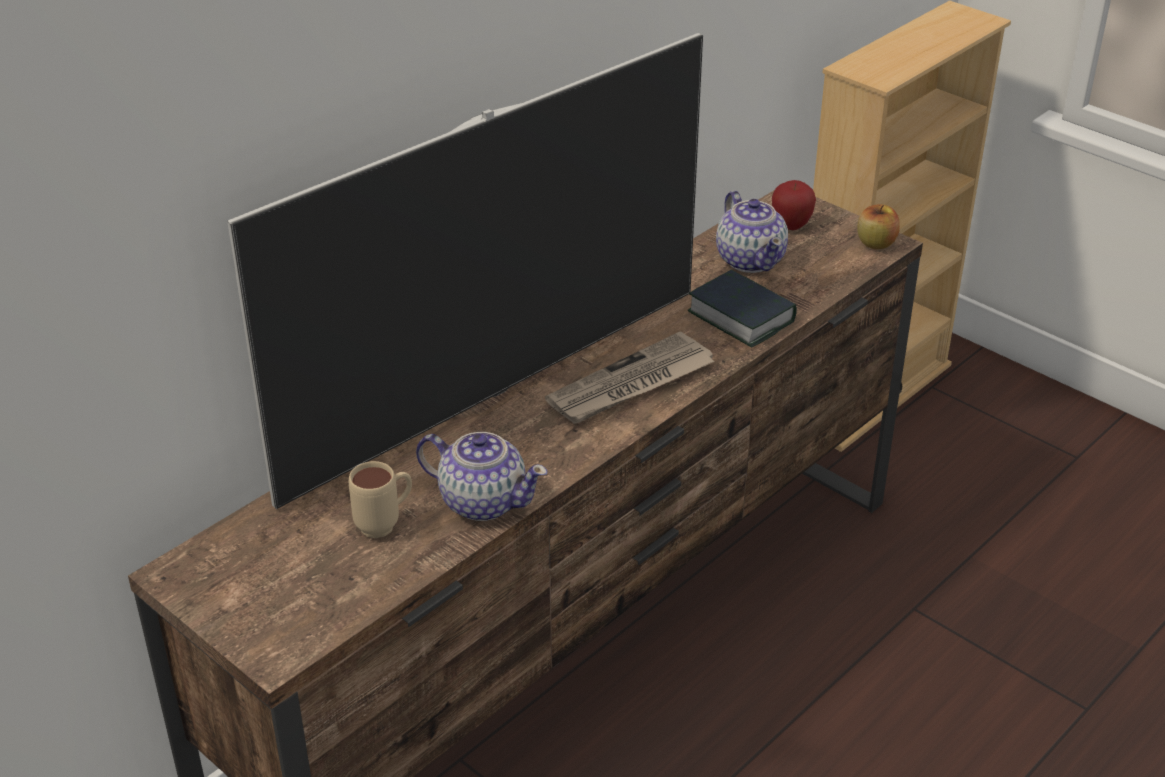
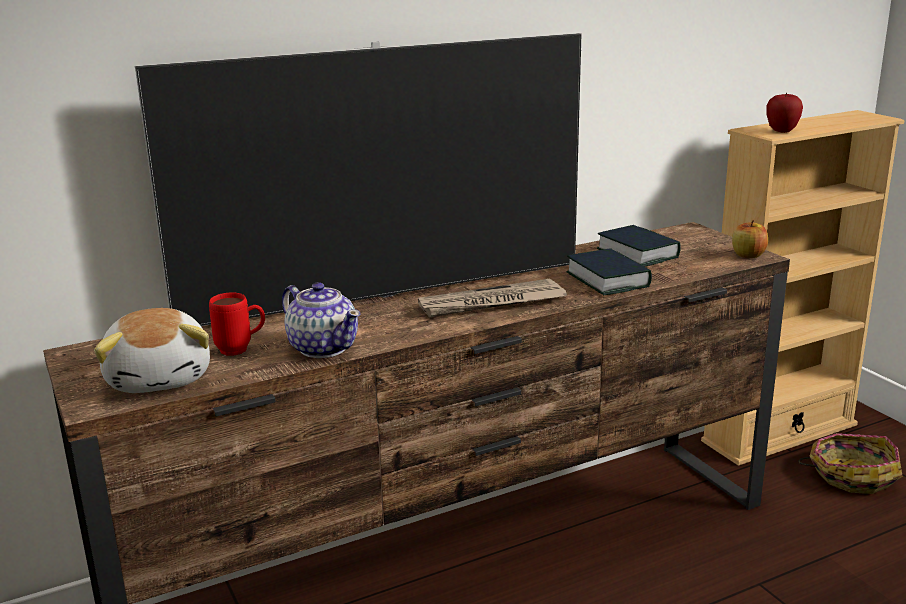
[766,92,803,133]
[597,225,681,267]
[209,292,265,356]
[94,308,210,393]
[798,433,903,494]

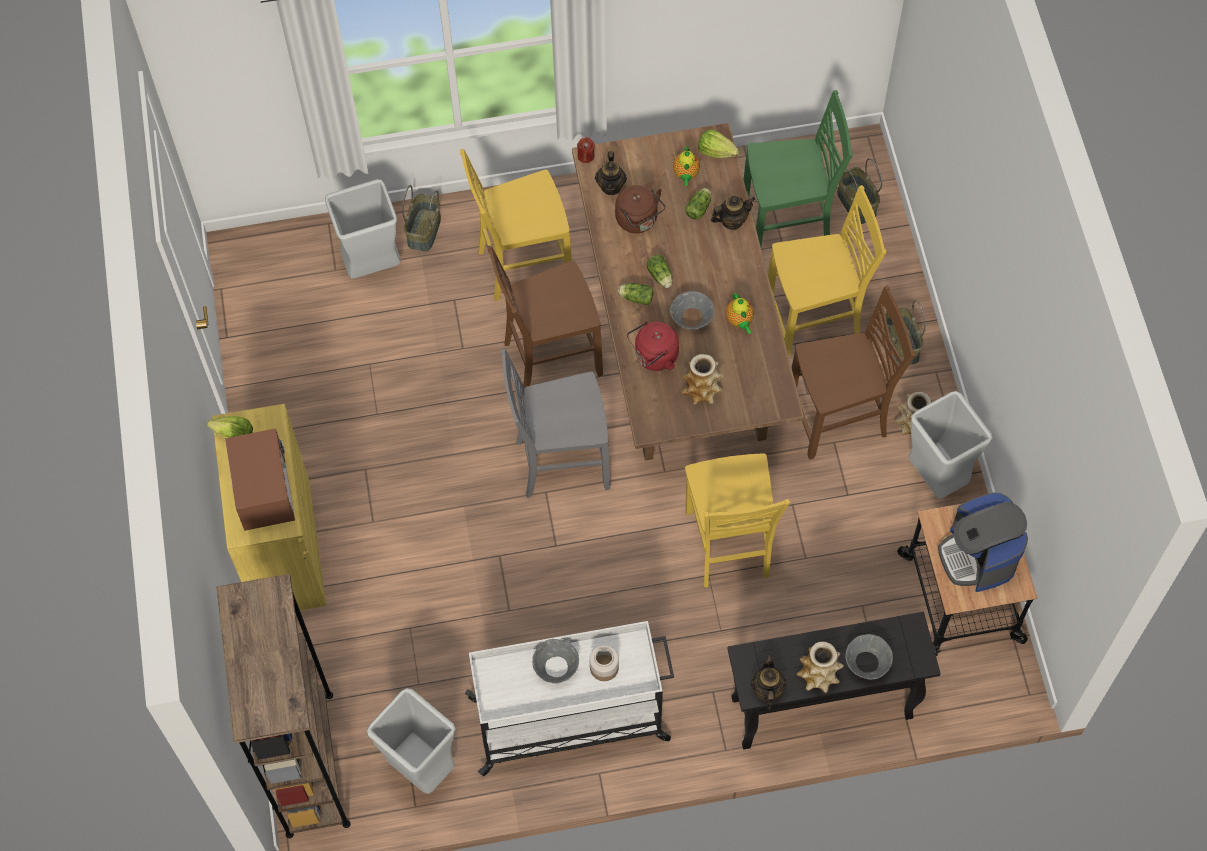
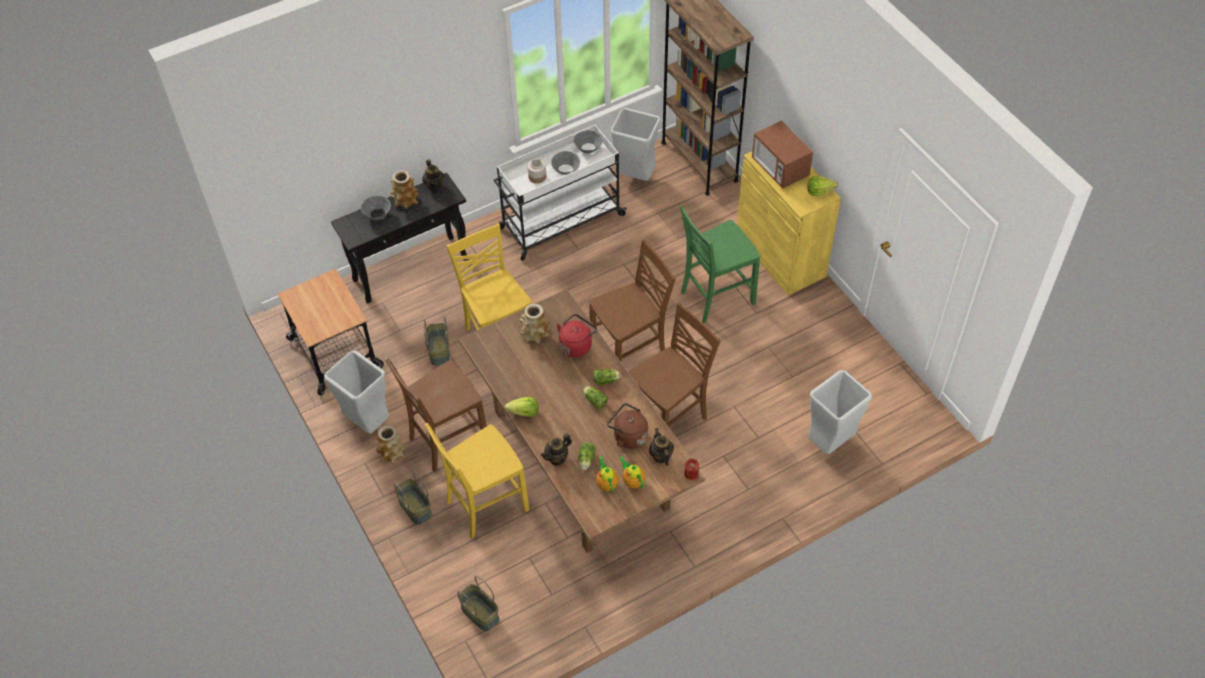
[680,205,760,323]
[505,397,539,417]
[460,149,572,301] (first image)
[423,317,450,365]
[574,130,603,154]
[619,456,645,488]
[589,240,676,362]
[938,492,1028,592] (first image)

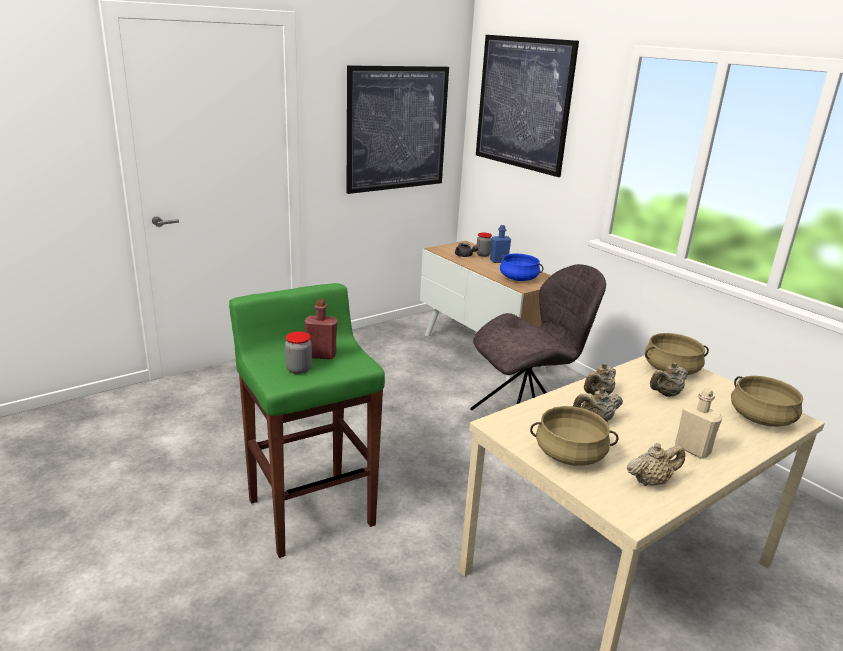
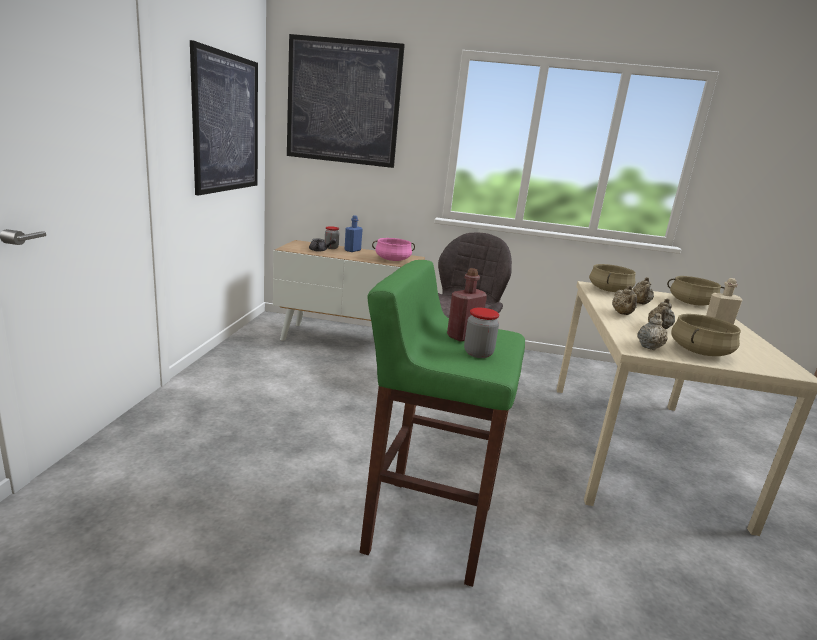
[372,238,415,261]
[637,313,668,350]

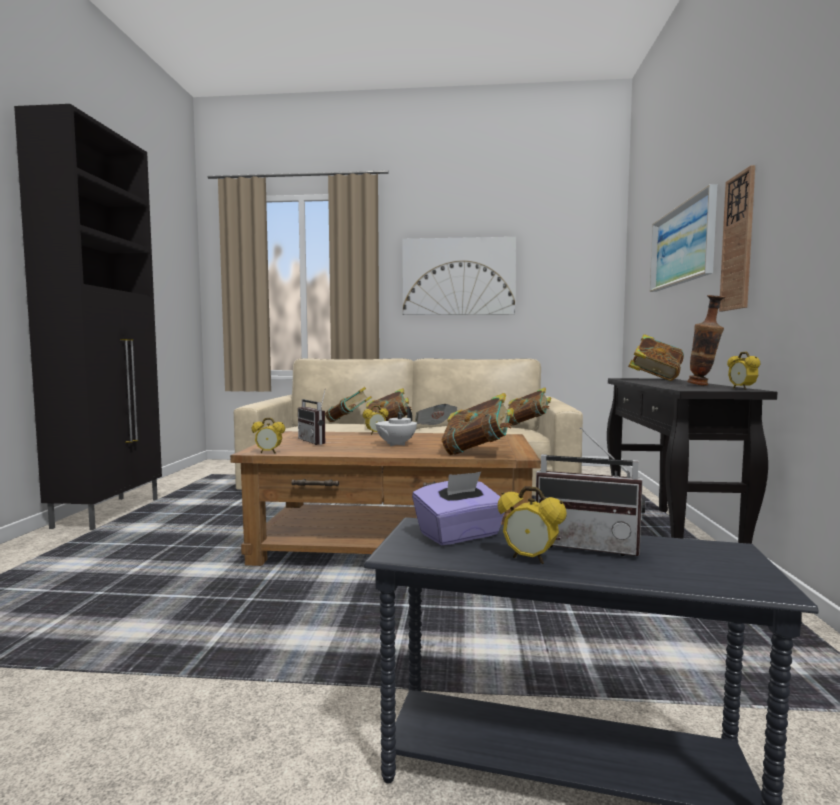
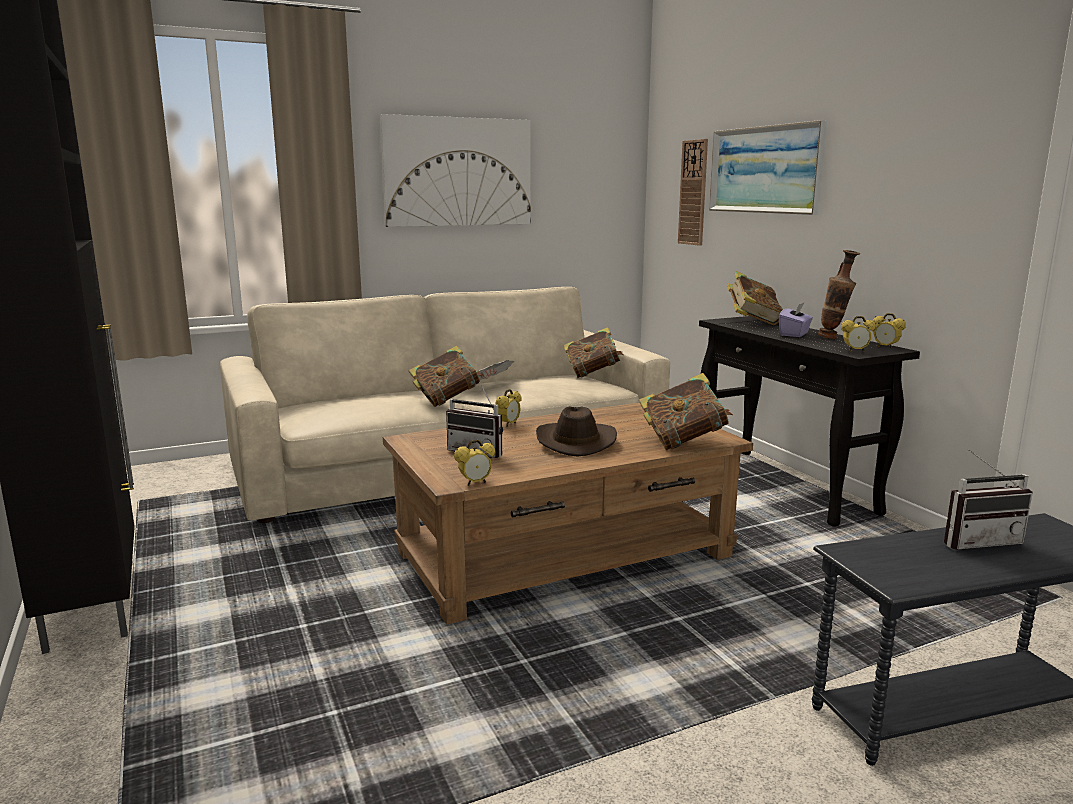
[678,139,708,246]
[325,387,372,422] (first image)
[536,407,617,457]
[779,302,813,337]
[841,316,876,352]

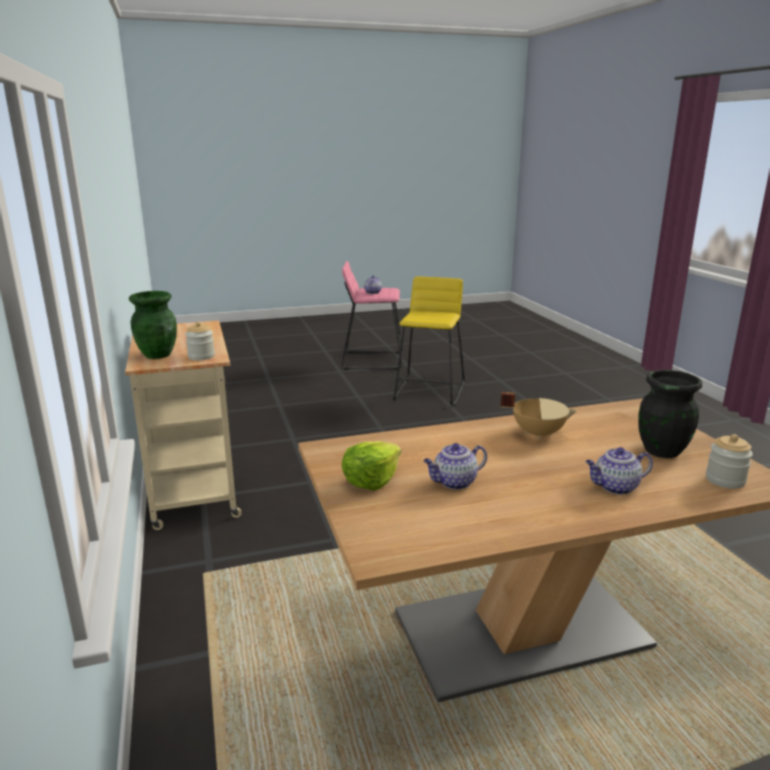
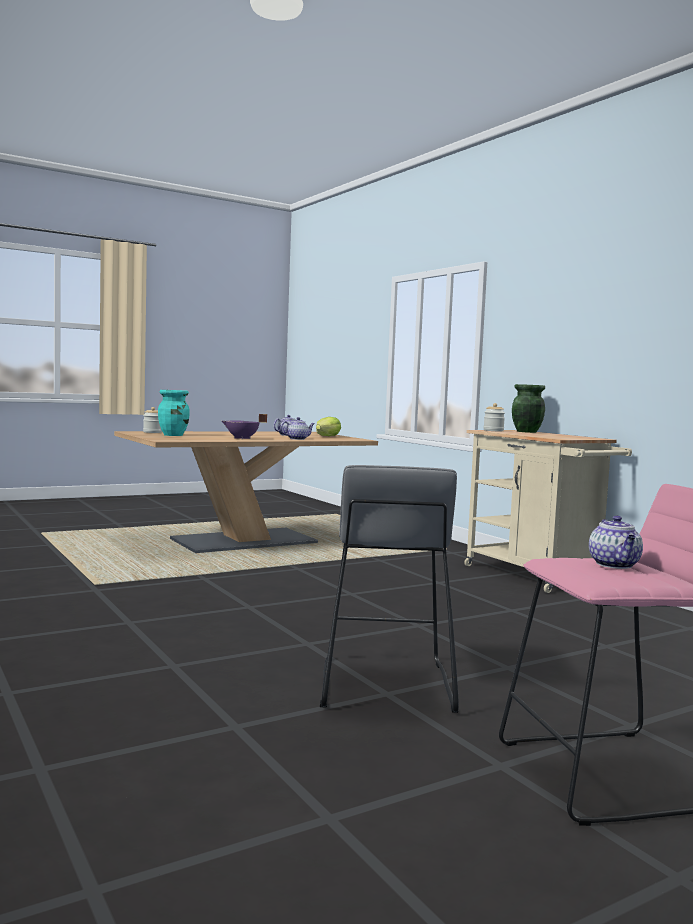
[320,465,459,713]
[158,390,190,436]
[222,414,267,439]
[280,417,315,440]

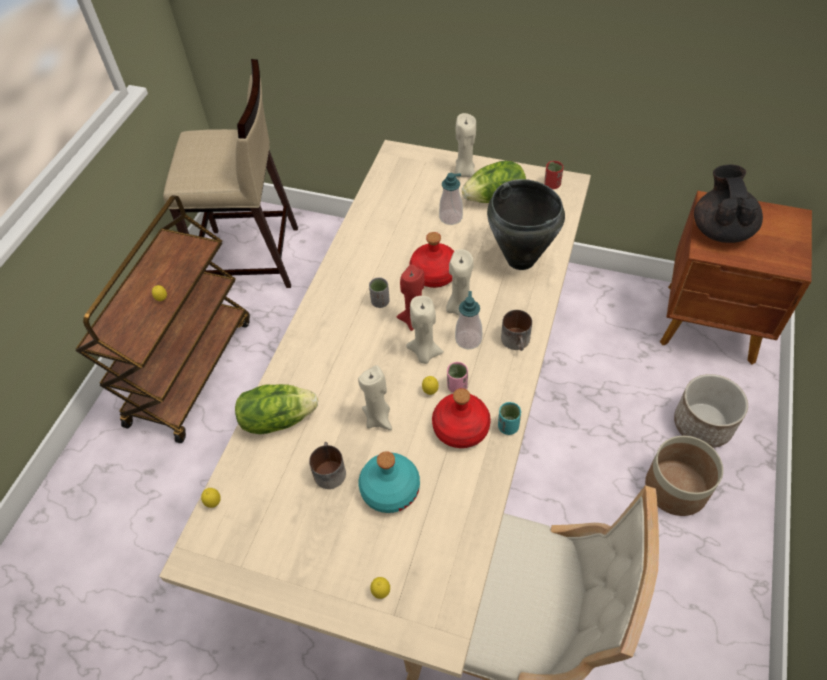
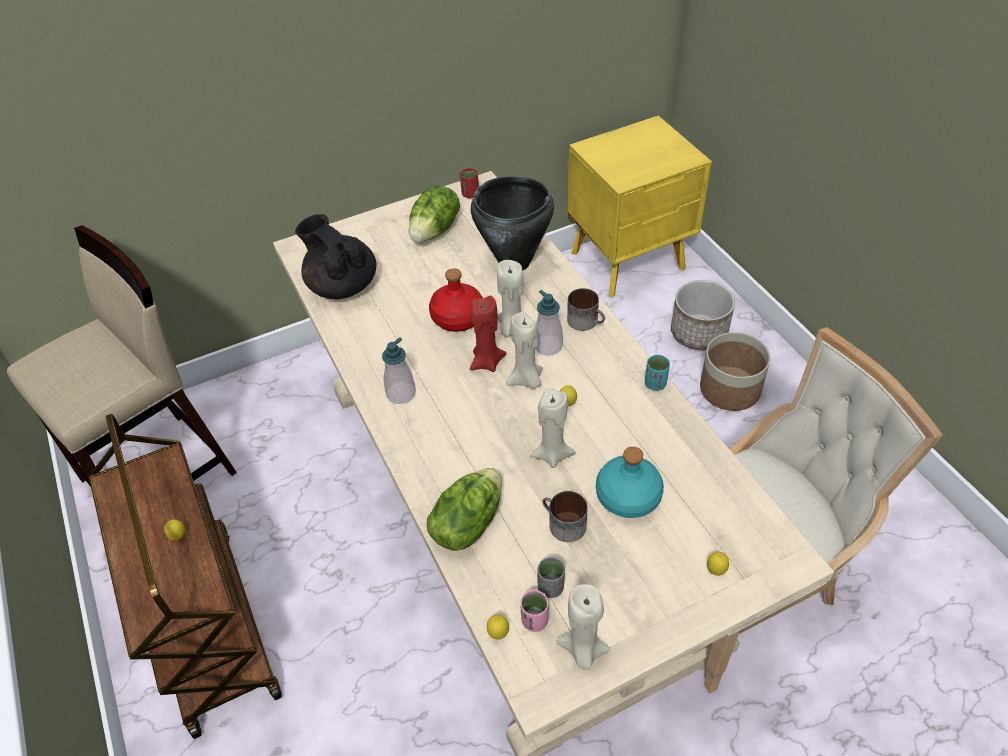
[557,584,610,670]
[295,214,377,299]
[382,337,416,404]
[568,116,712,298]
[538,557,565,598]
[520,590,549,632]
[432,388,491,448] (first image)

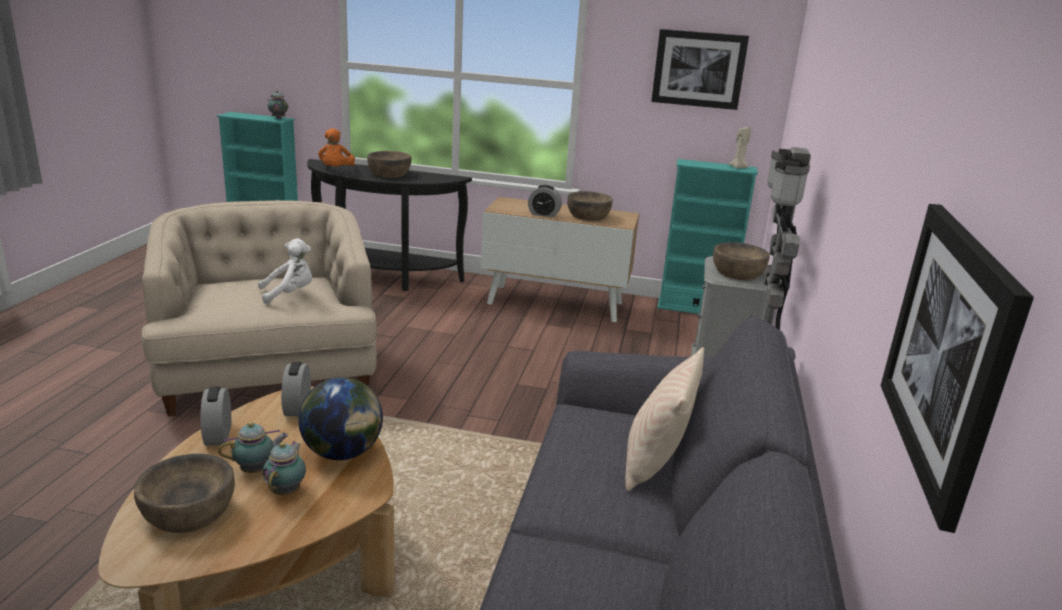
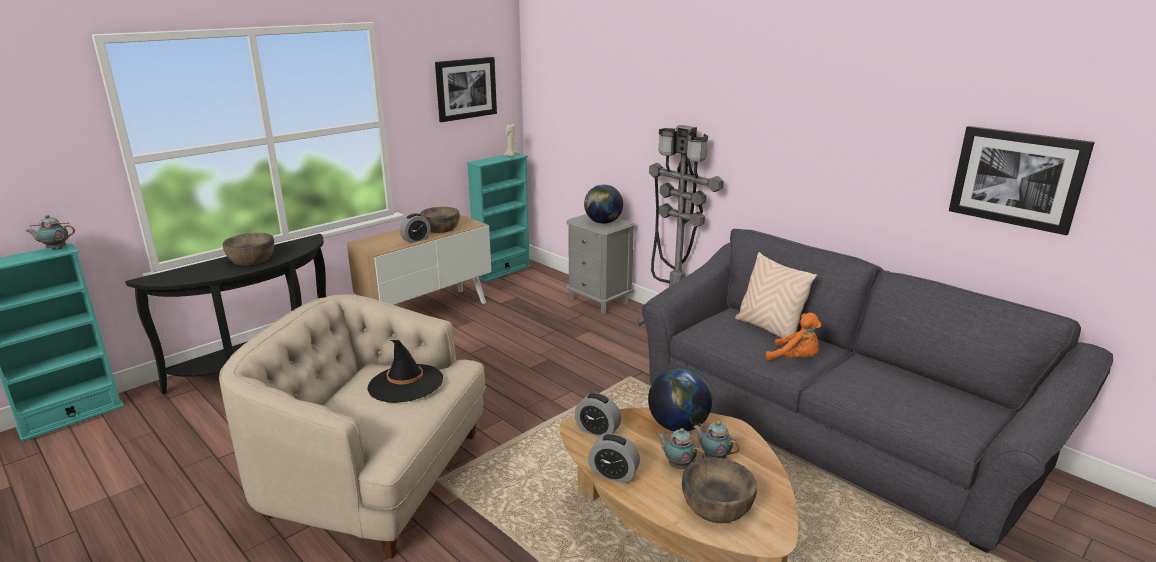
[766,313,821,361]
[367,340,443,403]
[584,185,623,224]
[657,428,704,469]

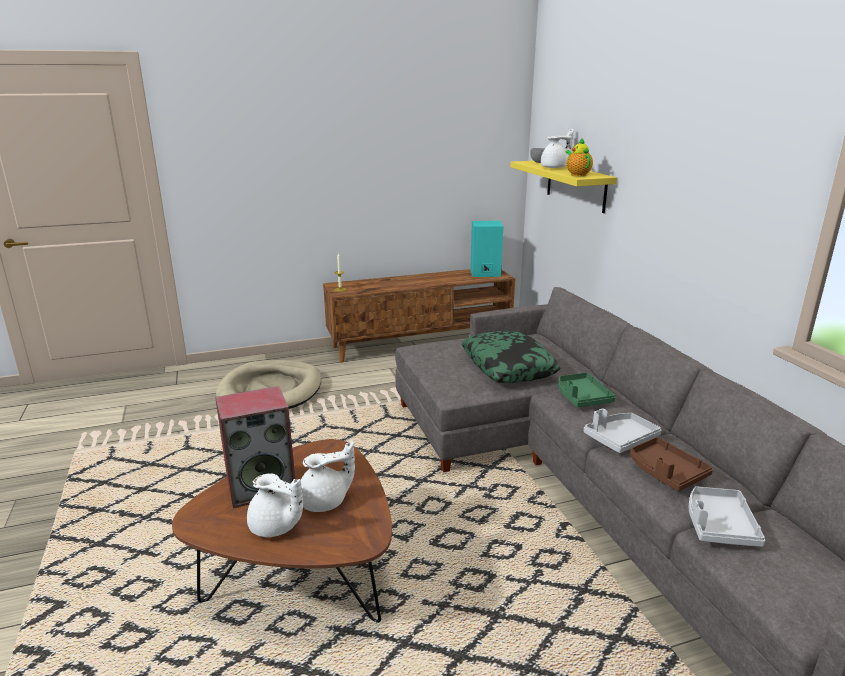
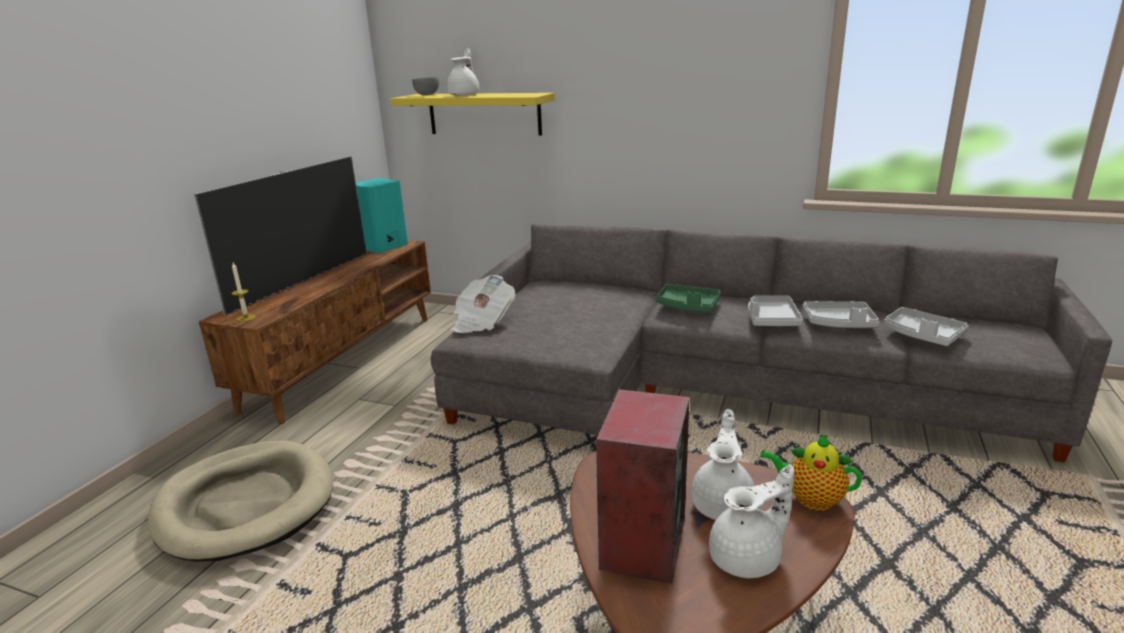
[760,434,862,511]
[462,330,561,383] (first image)
[802,301,880,328]
[194,156,367,315]
[453,275,515,333]

